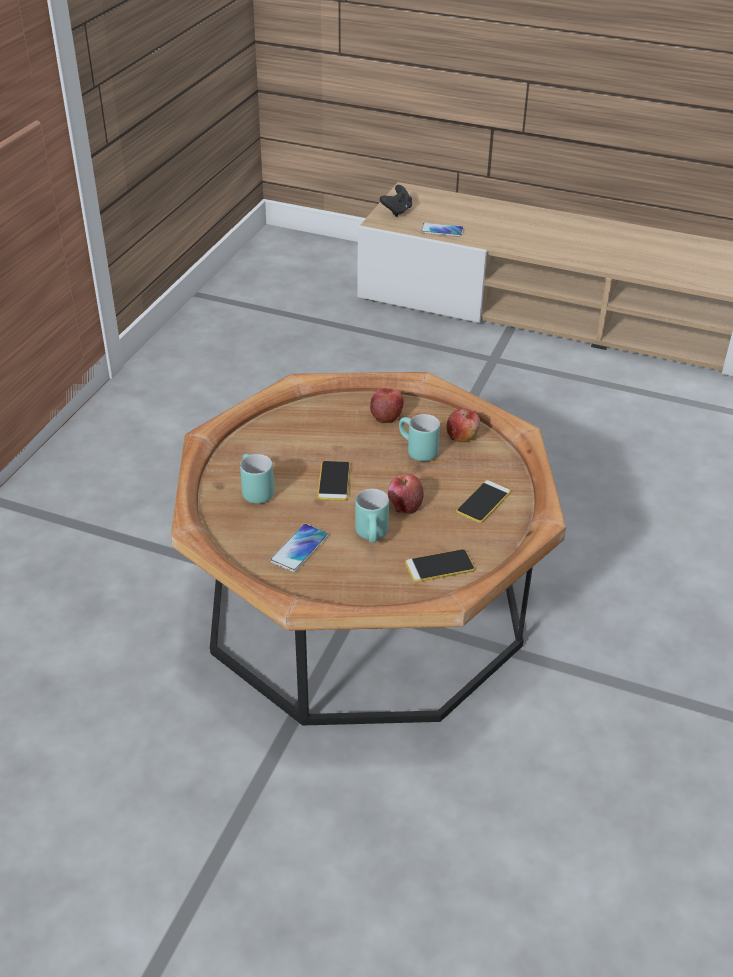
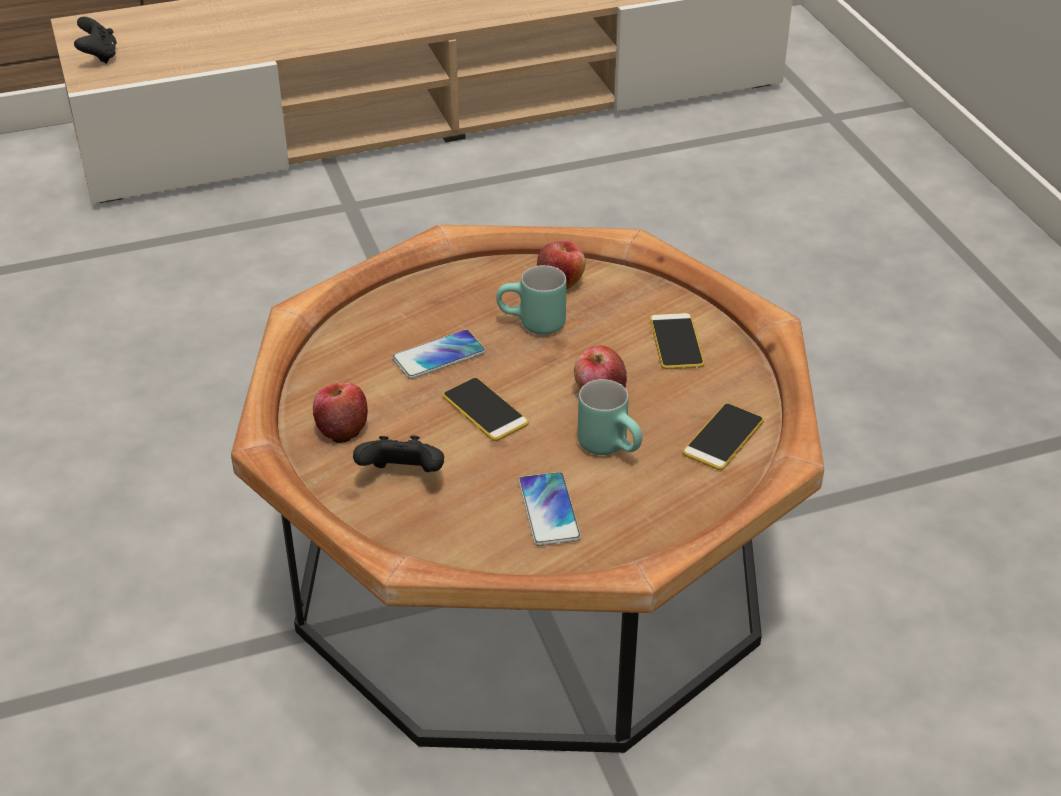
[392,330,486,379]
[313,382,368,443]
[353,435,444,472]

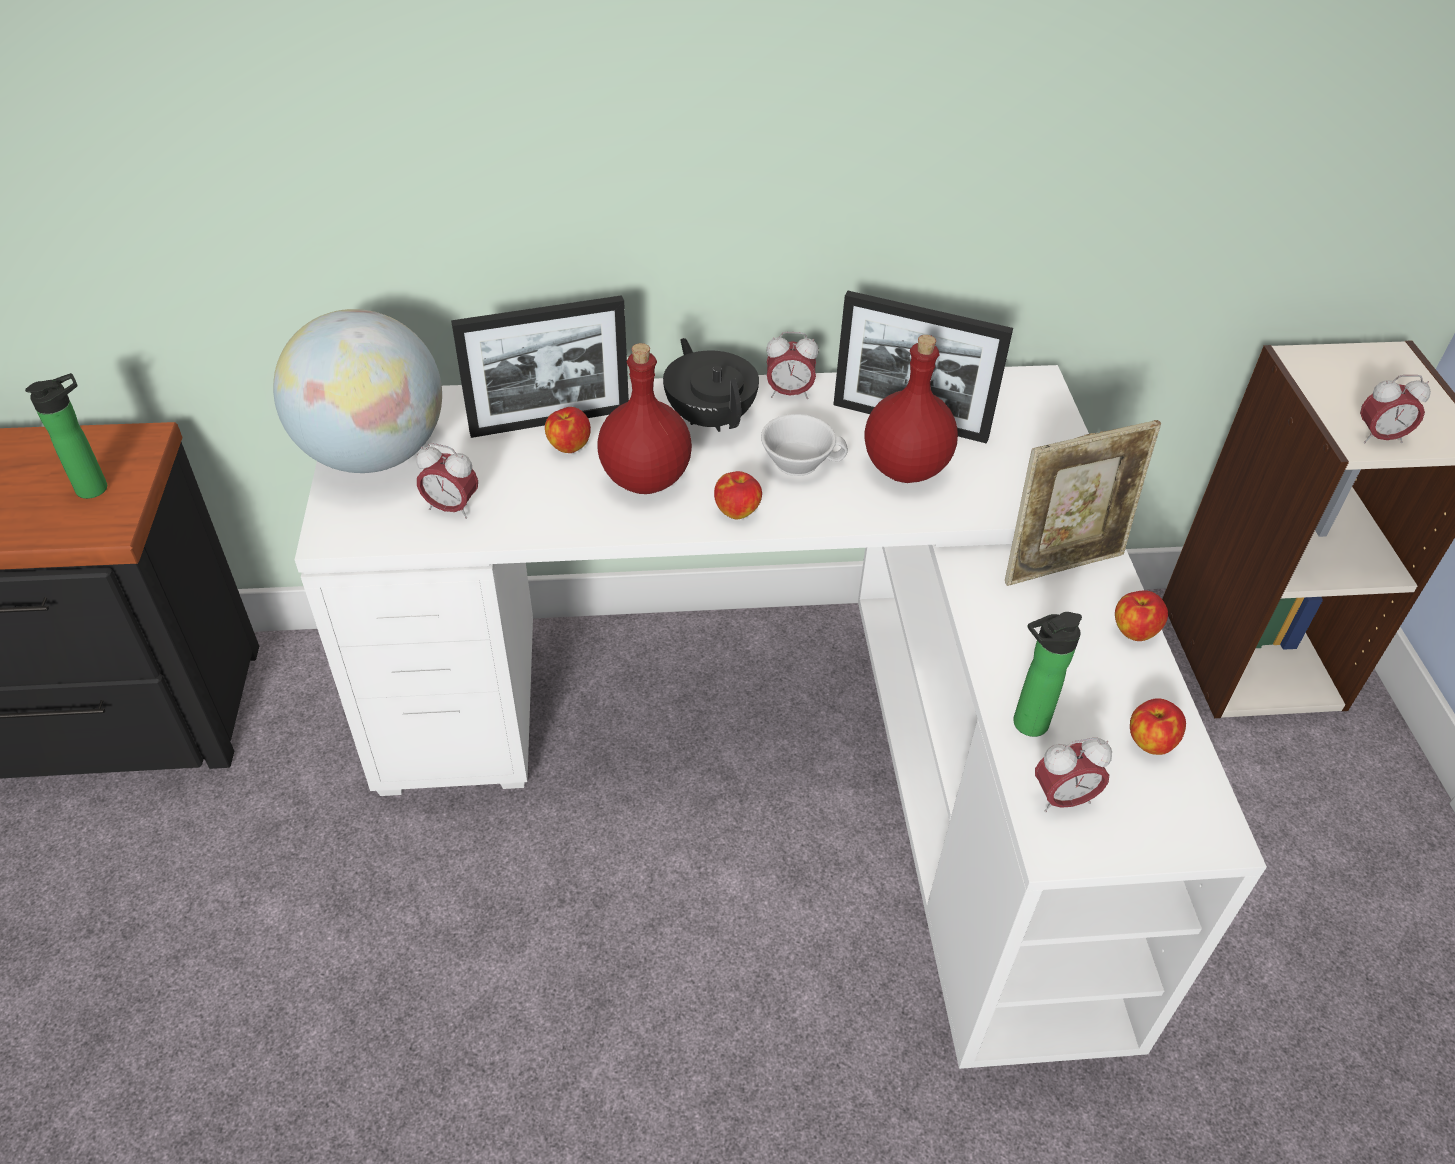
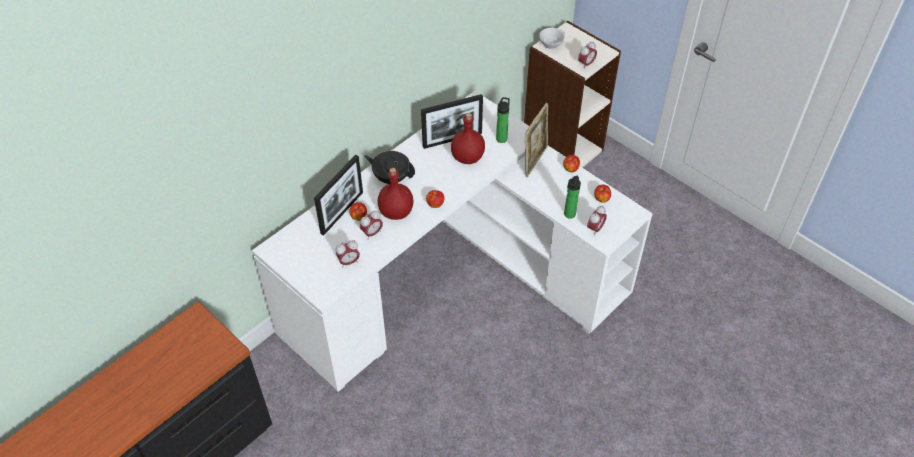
[273,309,442,473] (first image)
[360,211,383,238]
[496,97,510,143]
[539,28,565,49]

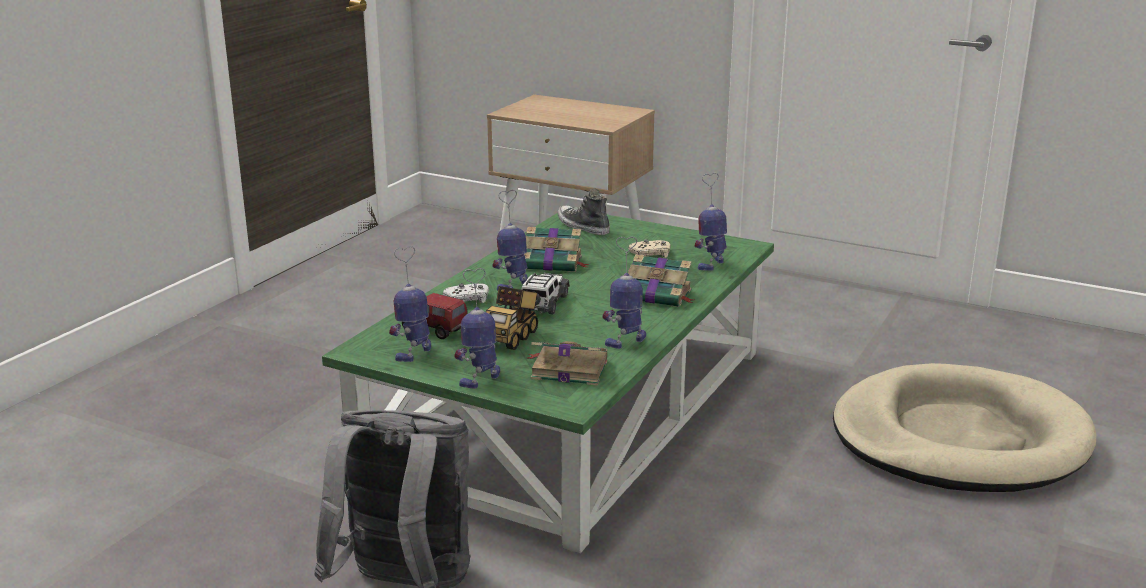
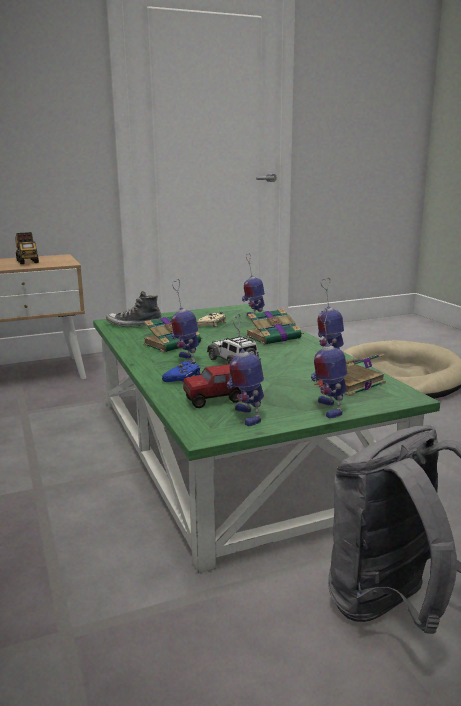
[162,361,200,382]
[15,232,39,264]

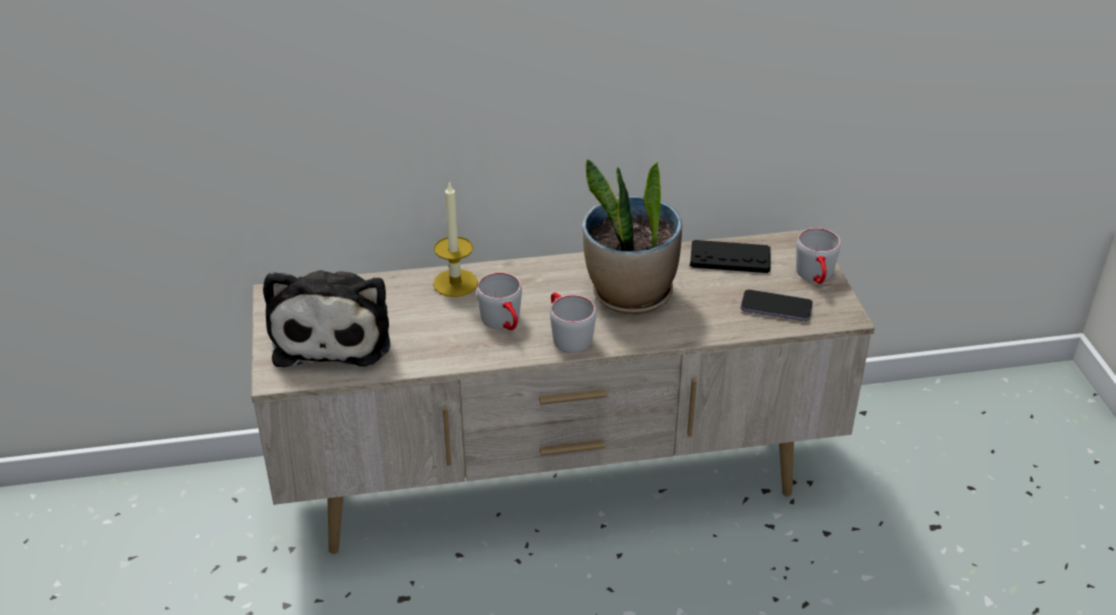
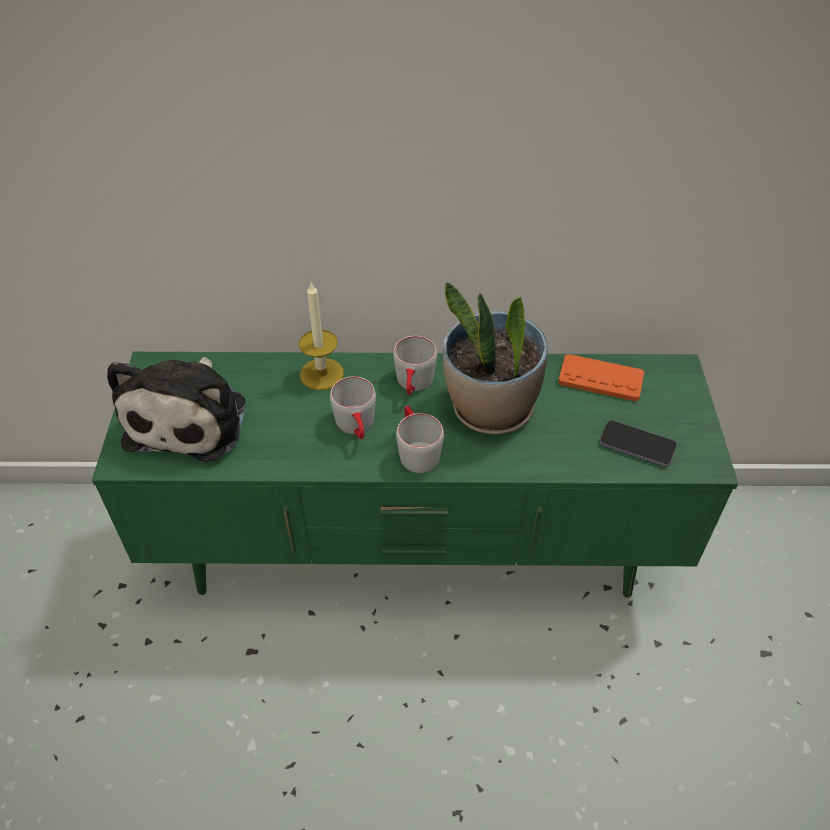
[393,336,437,395]
[92,352,738,598]
[558,354,644,401]

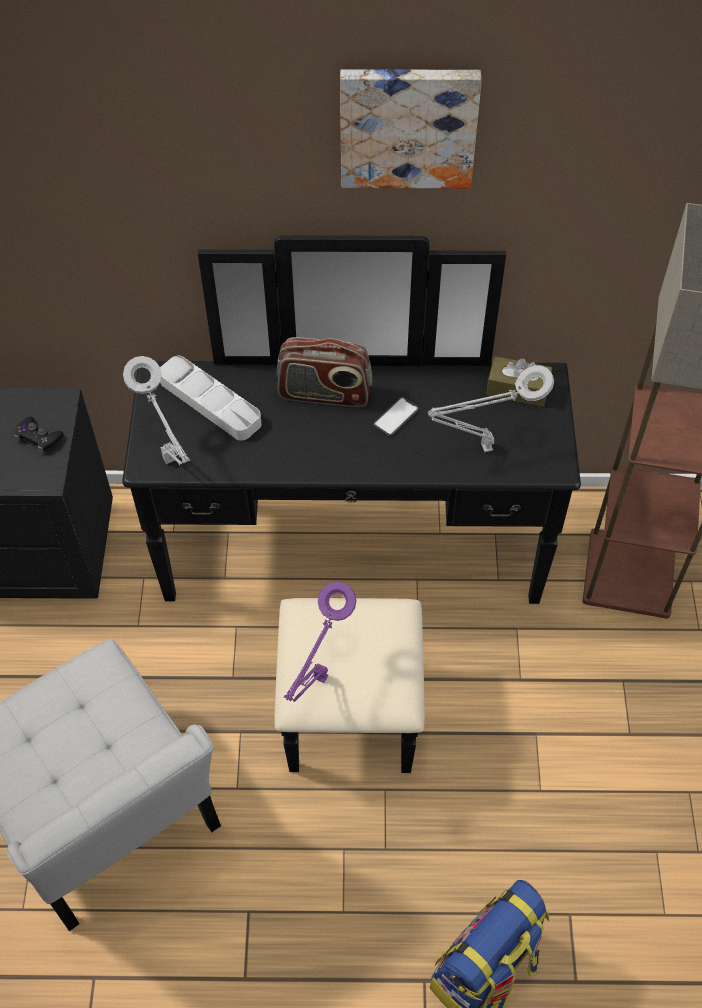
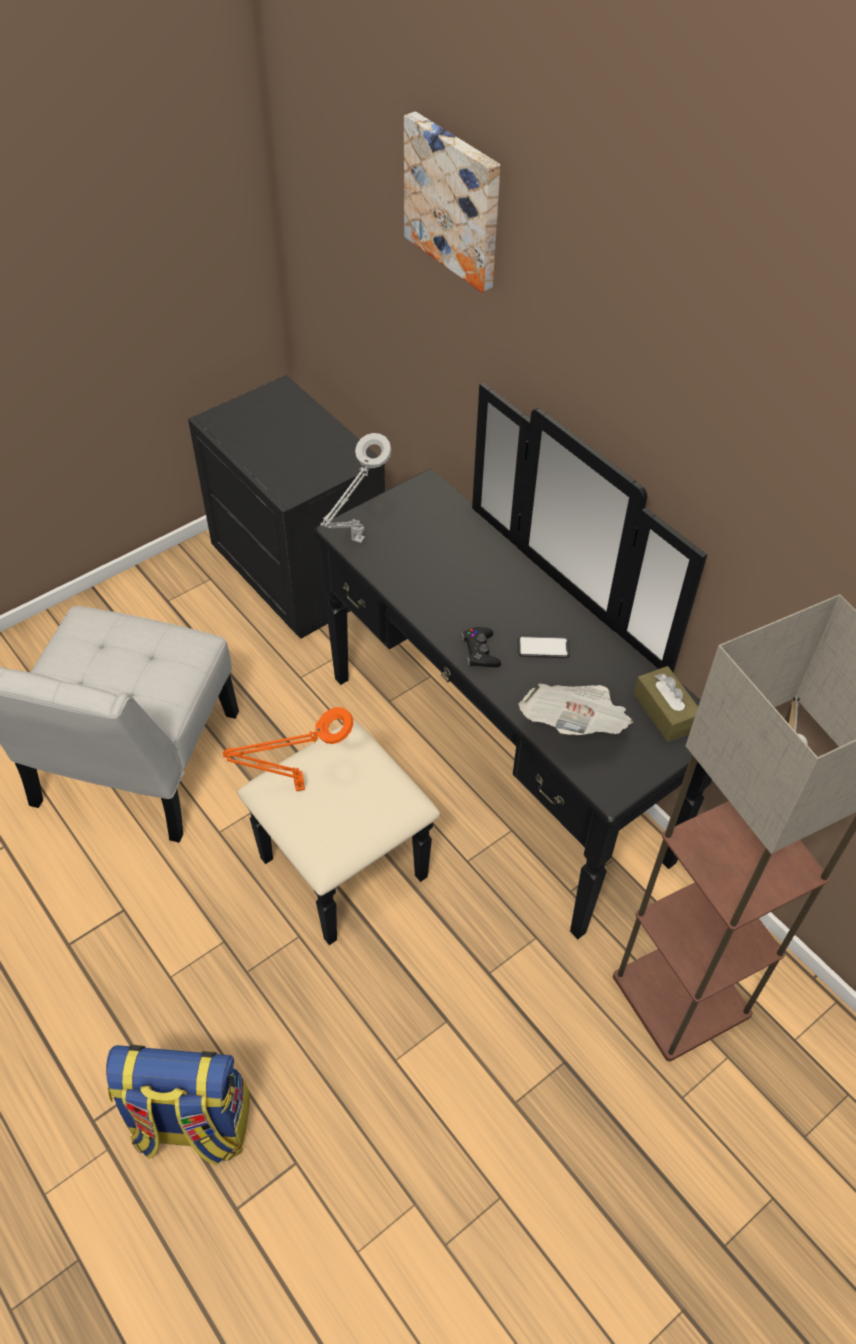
[404,111,501,292]
[276,337,372,407] (first image)
[160,356,261,441] (first image)
[519,684,633,735]
[461,627,501,668]
[223,707,353,791]

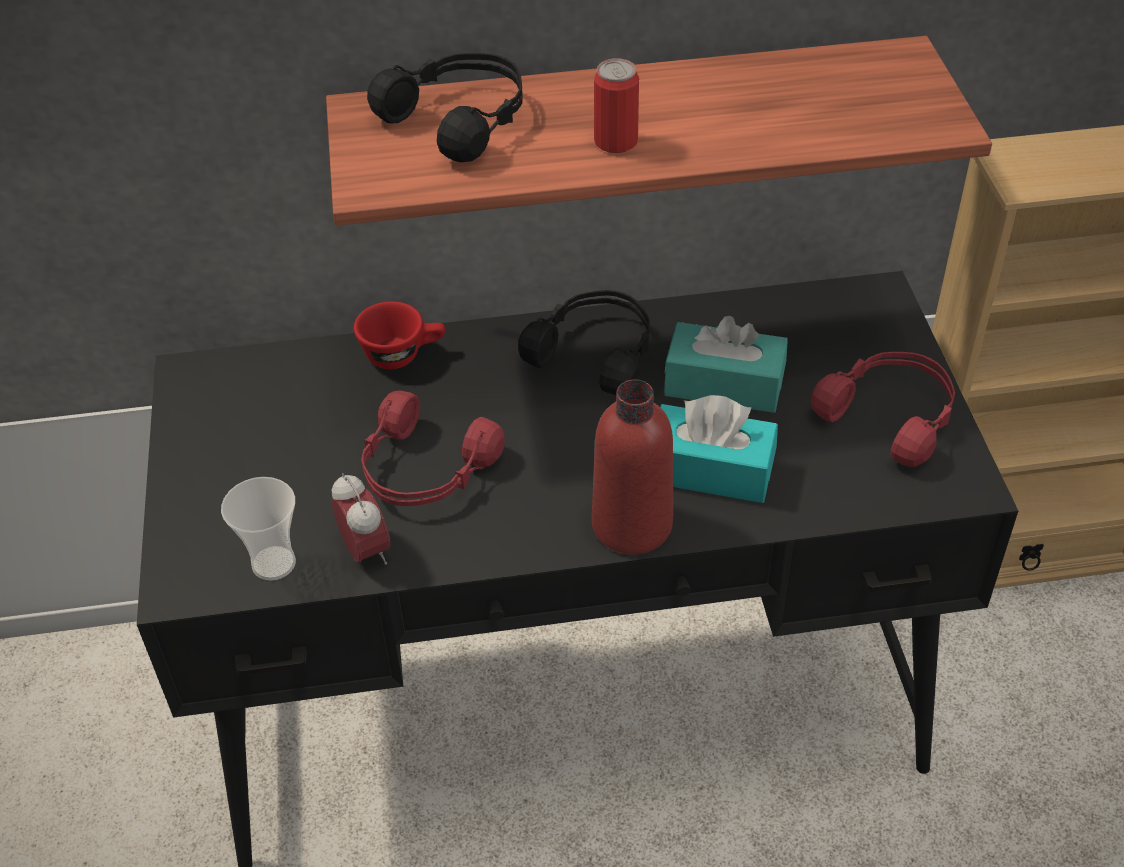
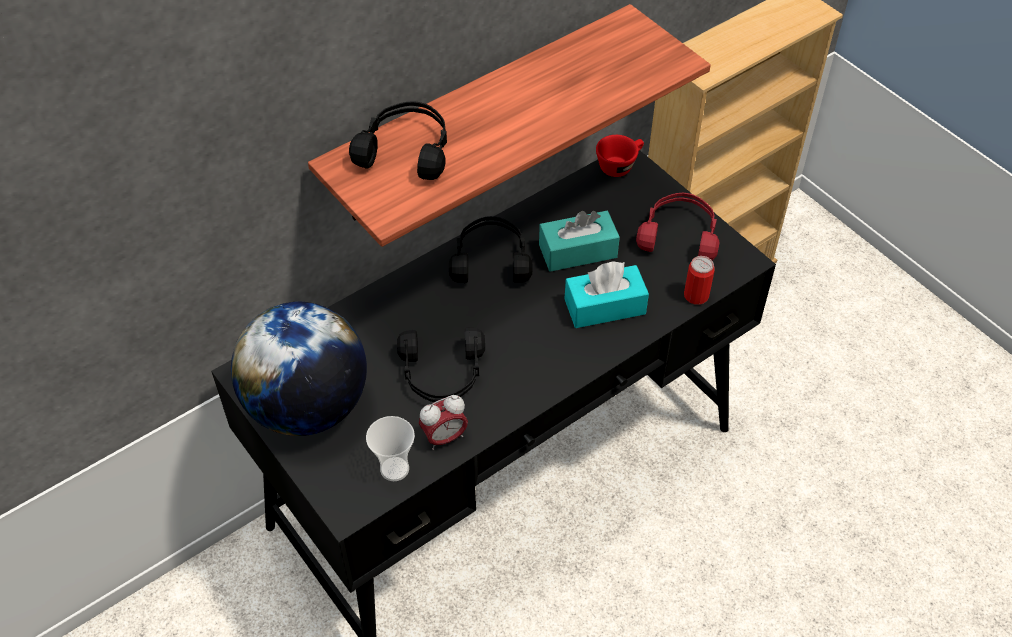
[684,256,715,305]
[596,135,644,177]
[592,379,673,555] (first image)
[397,327,485,402]
[419,395,468,450]
[231,302,367,436]

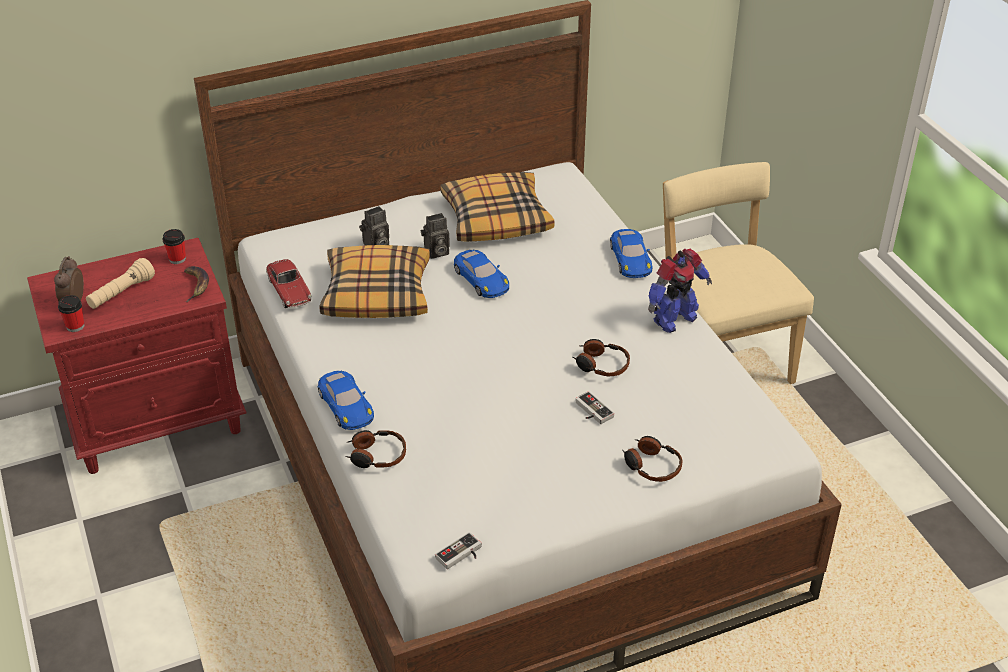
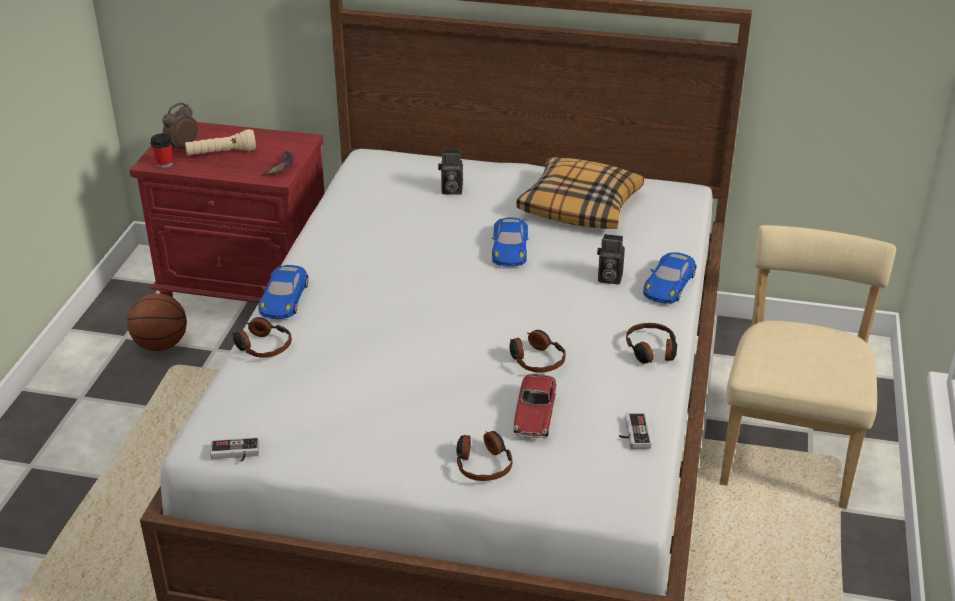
[597,234,625,285]
[162,229,186,264] (first image)
[319,245,430,318] (first image)
[626,323,677,364]
[514,374,557,438]
[619,413,651,449]
[127,293,187,351]

